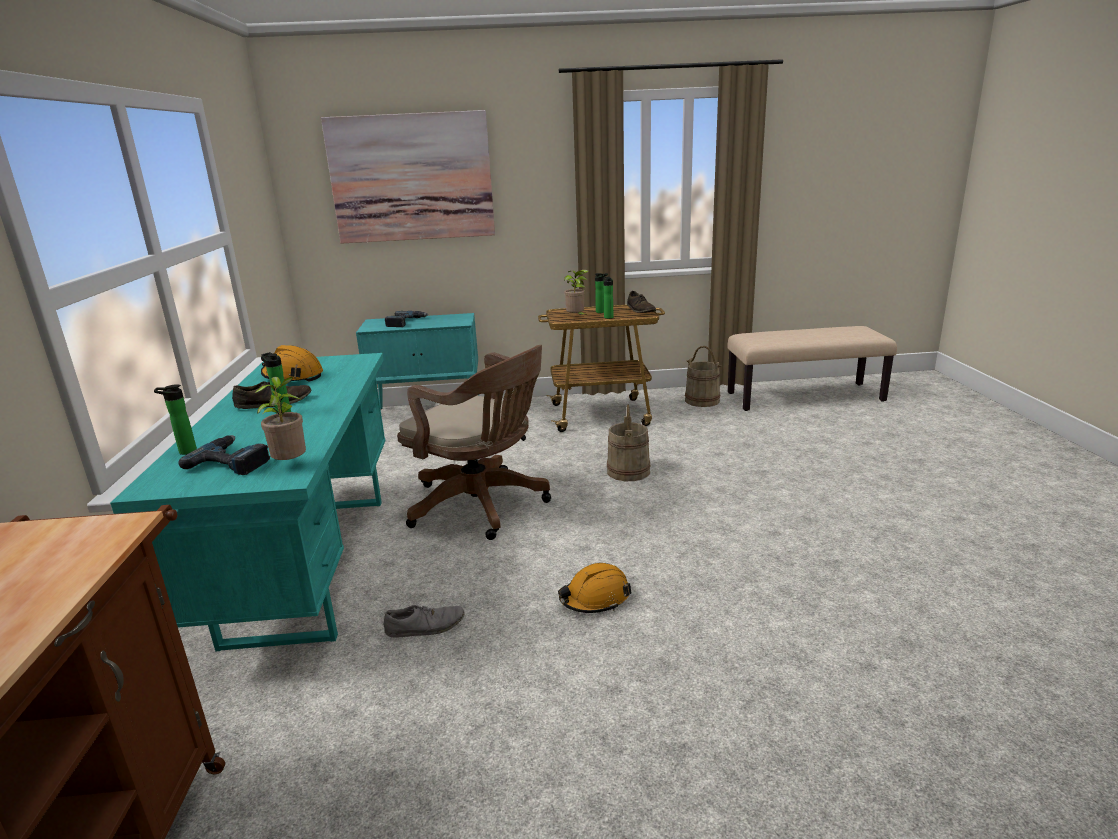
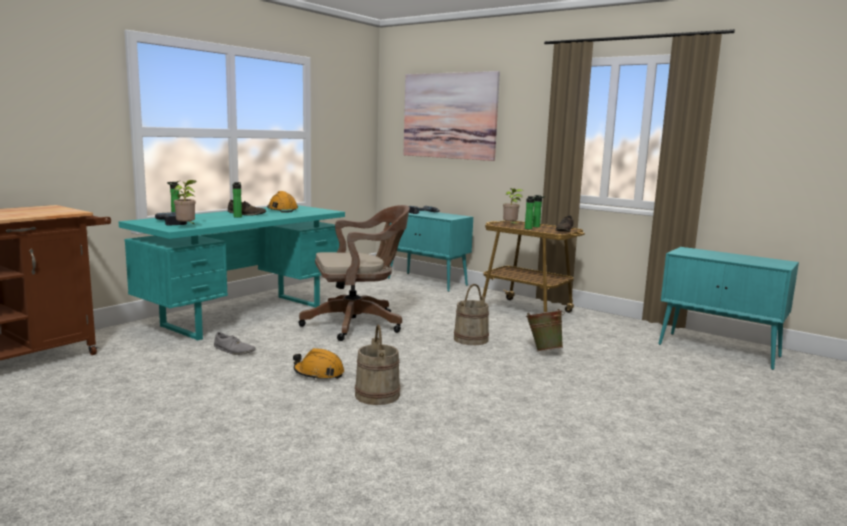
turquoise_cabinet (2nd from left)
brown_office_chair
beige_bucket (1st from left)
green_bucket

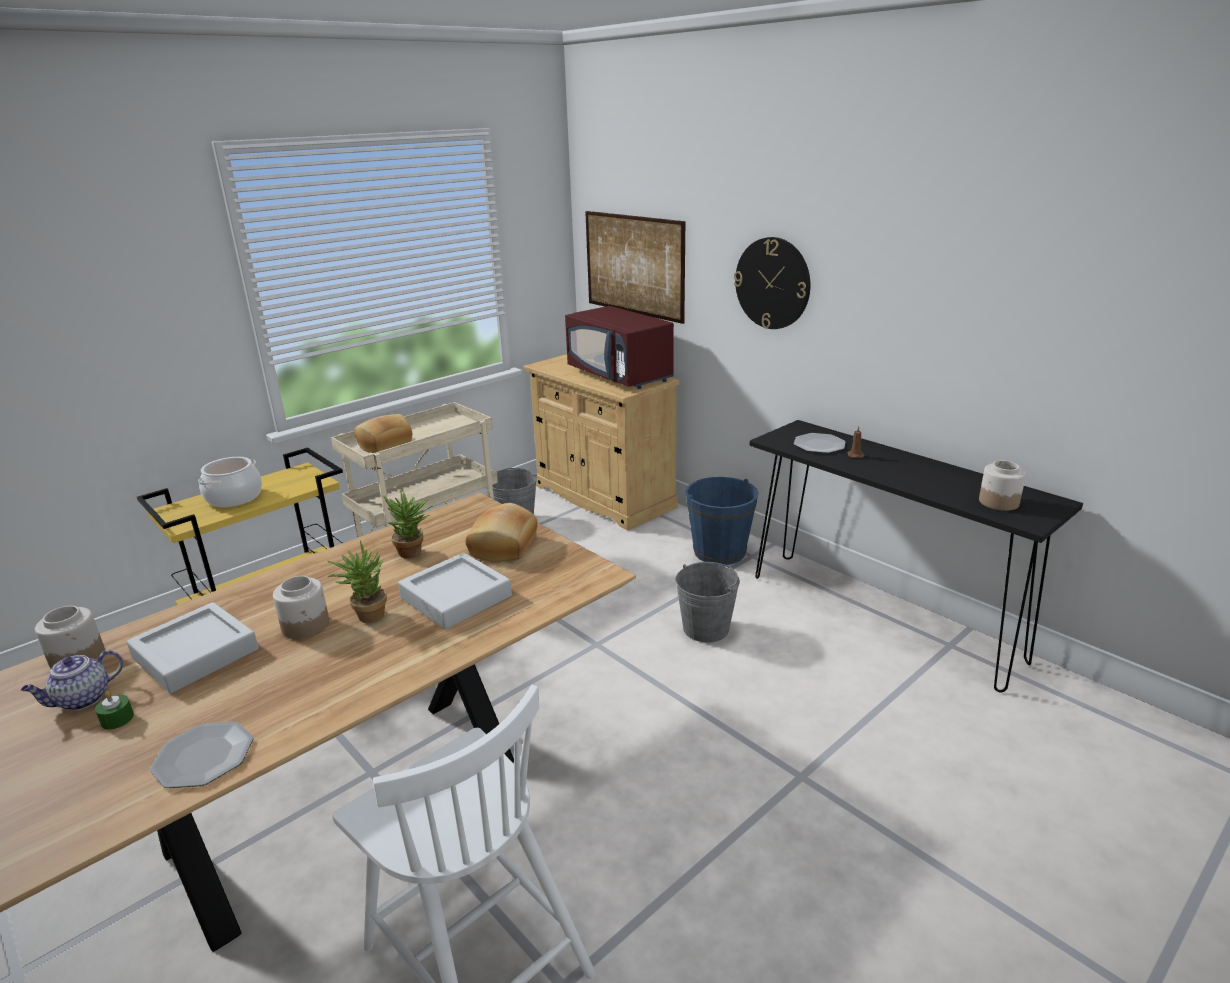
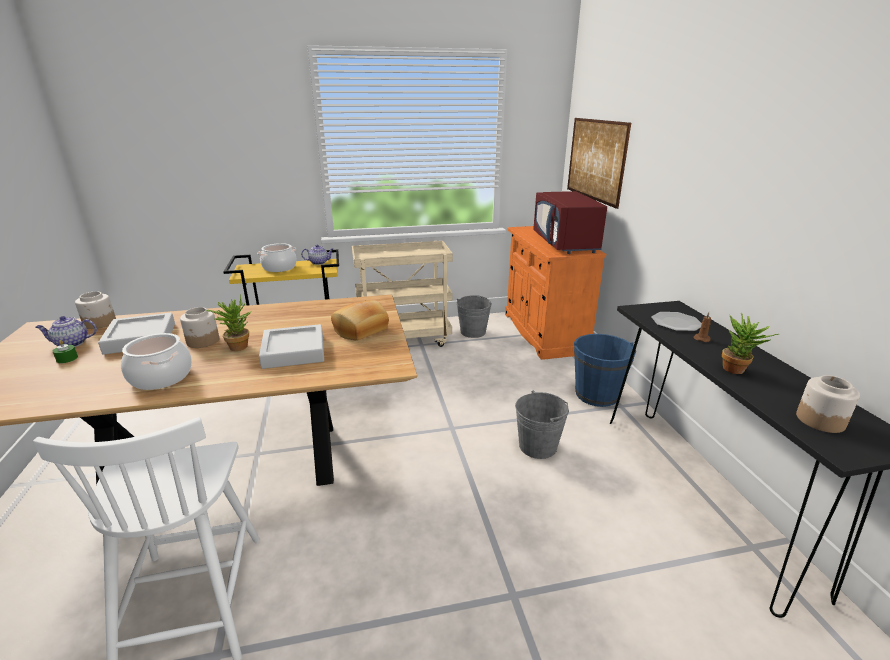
wall_clock
orange_cabinet
bread (1st from left in the first image)
potted_plant (2nd from left)
plate (1st from left in the first image)
teapot (2nd from left)
cooking_pot (1st from left)

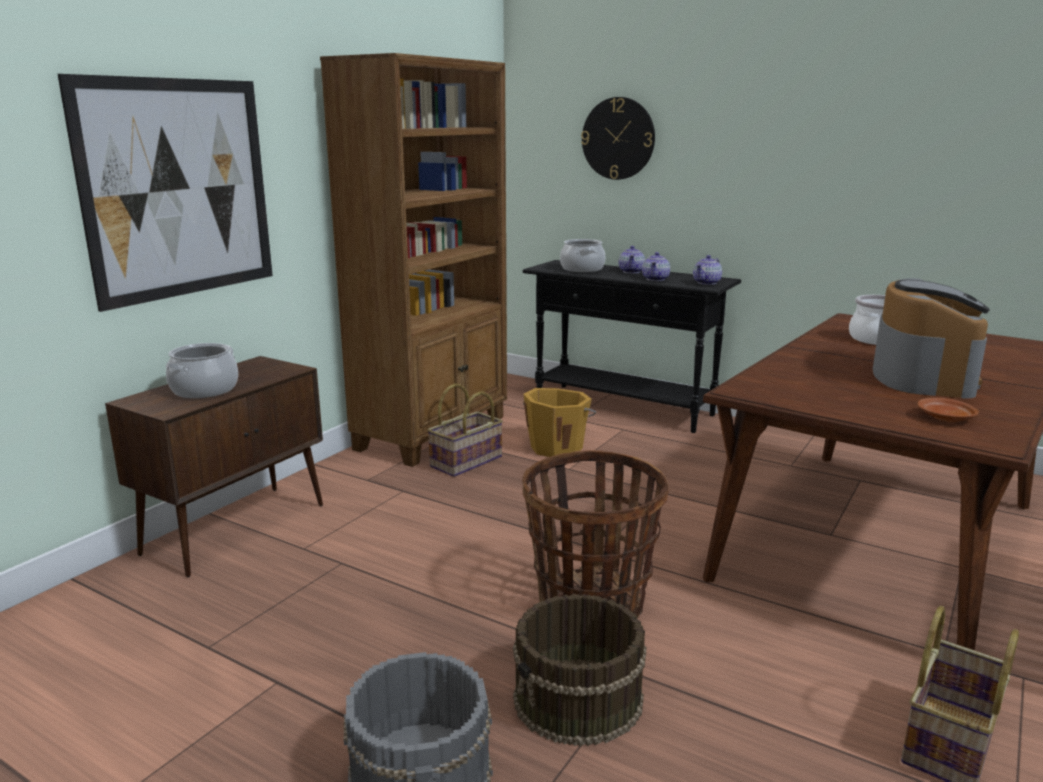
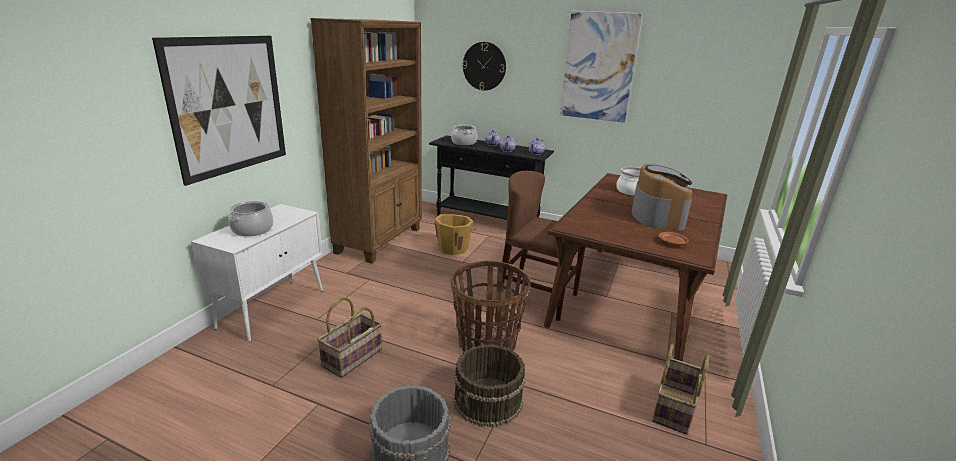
white_cabinet
basket (1st from left)
picture (2nd from left)
brown_chair

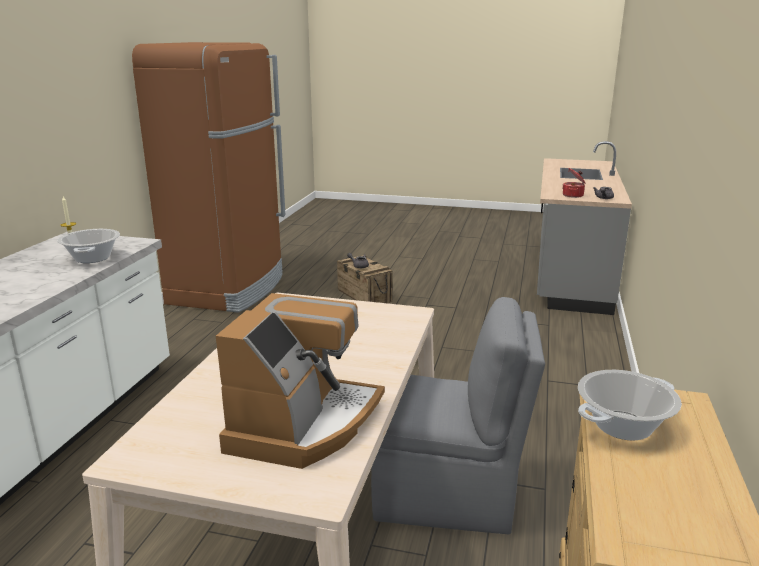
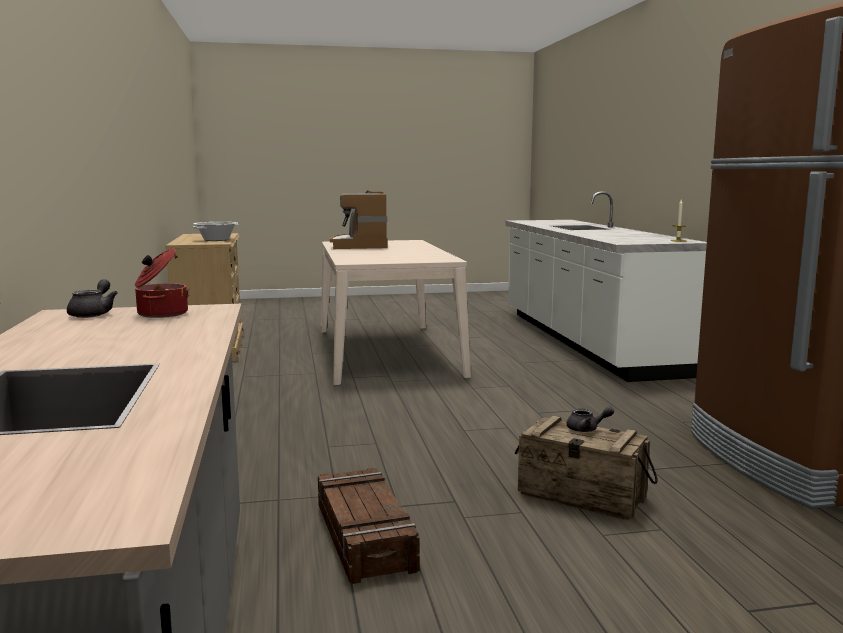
cooking_pot (1st from left in the first image)
grey_chair
crate (1st from left)

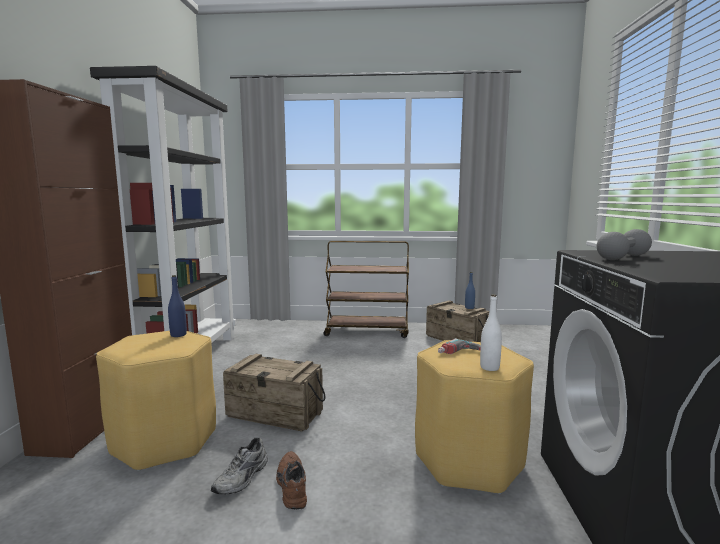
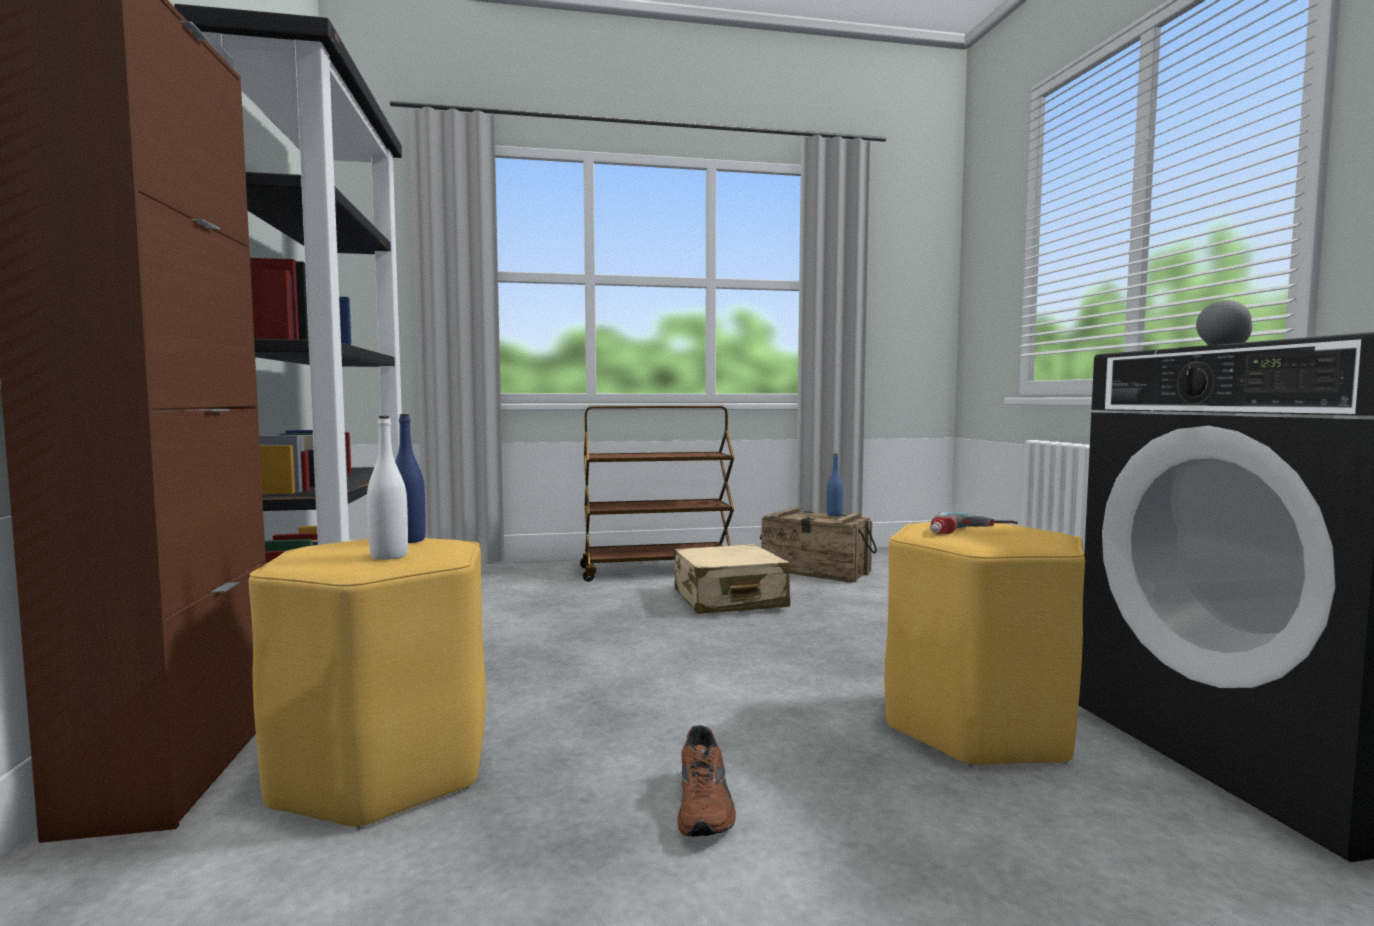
white_bottle
crate (1st from left in the first image)
grey_shoe
brown_shoe
beige_suitcase

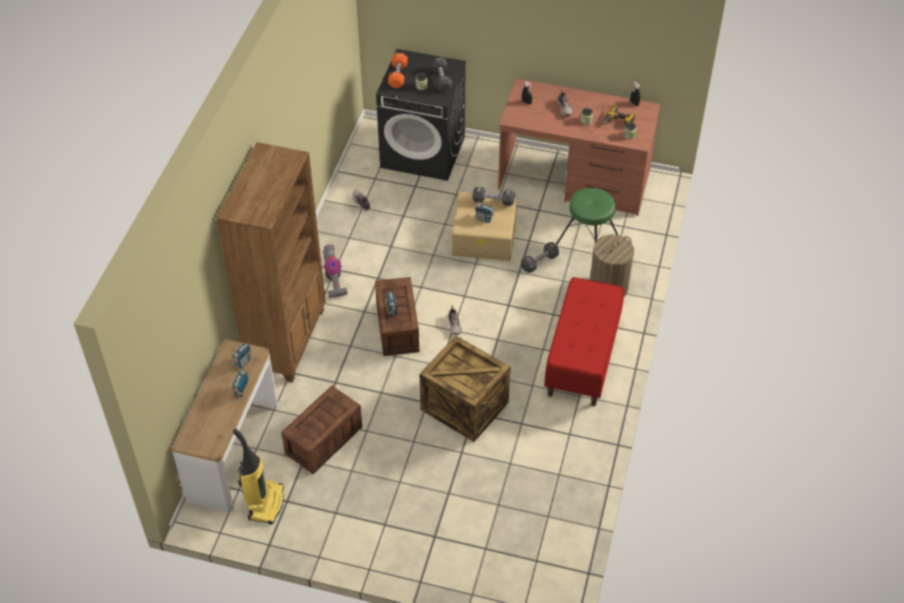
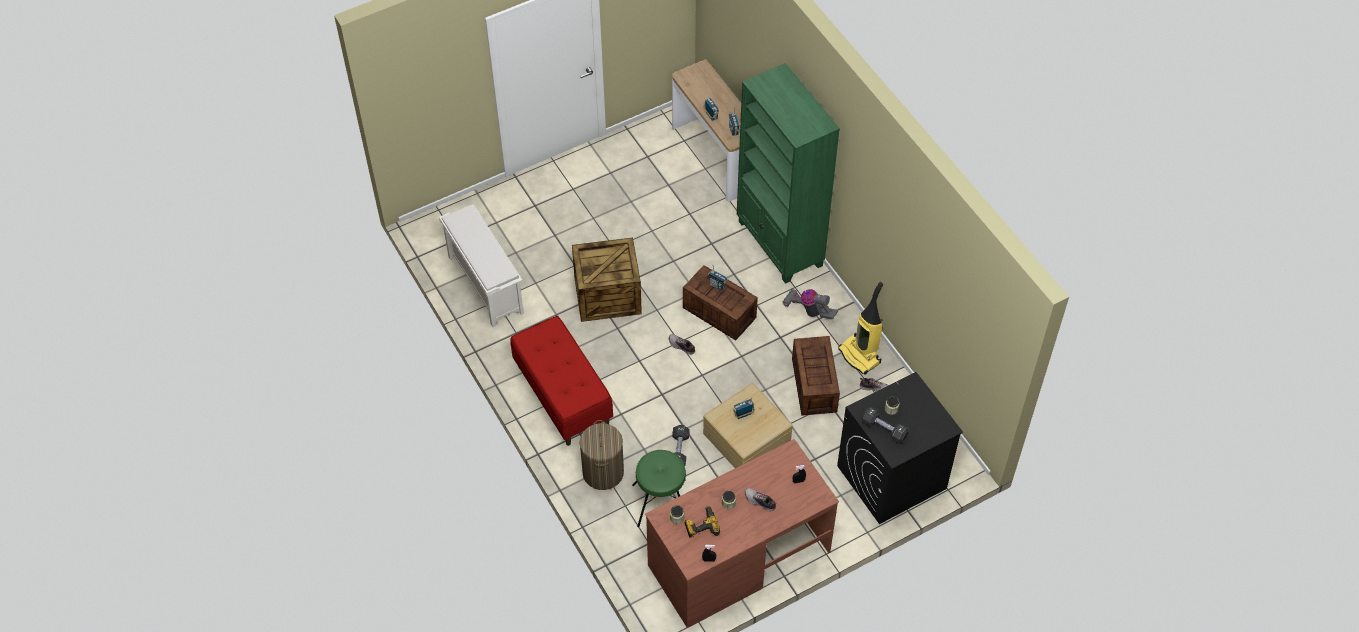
orange_dumbbell
green_bookcase
black_dumbbell (2nd from left in the first image)
crate (3rd from left)
vacuum_cleaner (2nd from left)
white_shoe_rack

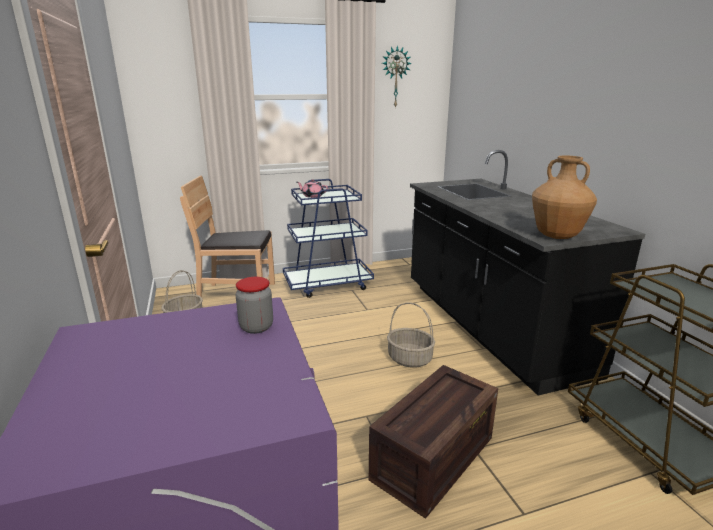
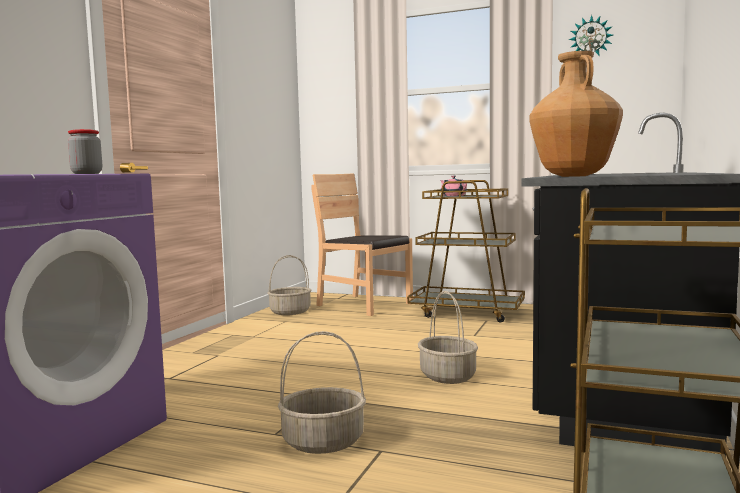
brown_cart (1st from left)
basket (2nd from left)

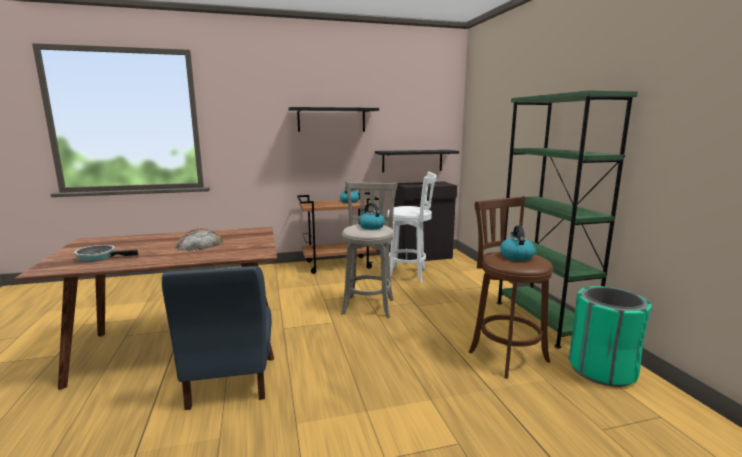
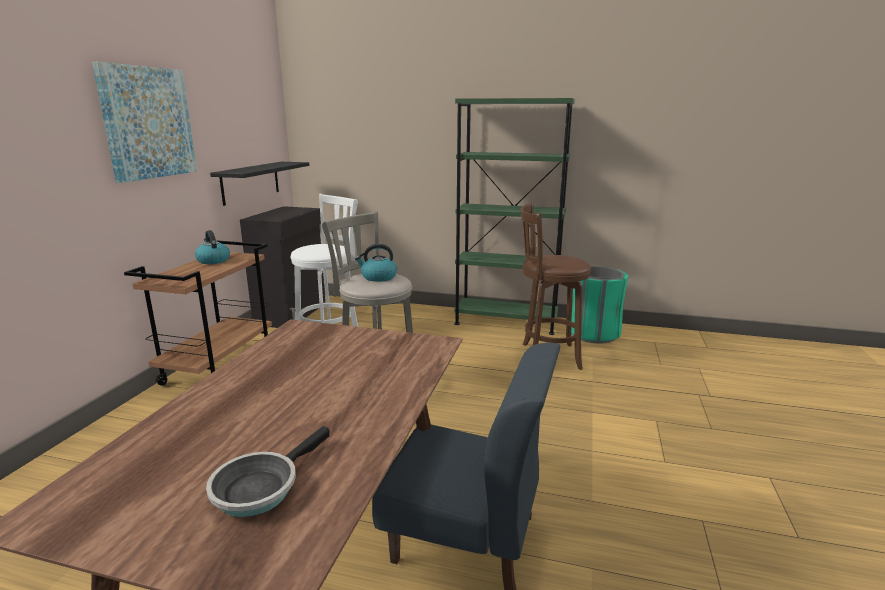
picture
kettle (3rd from left in the first image)
bread

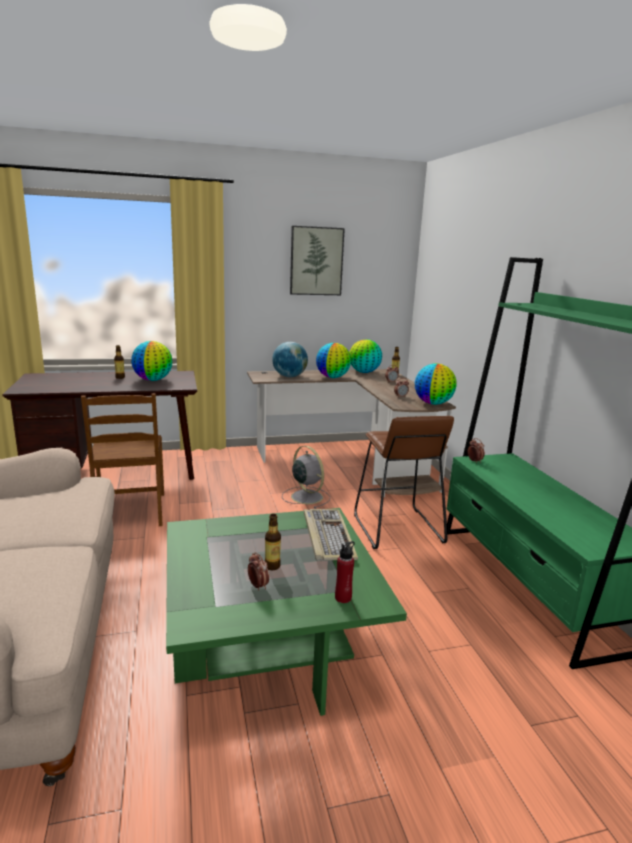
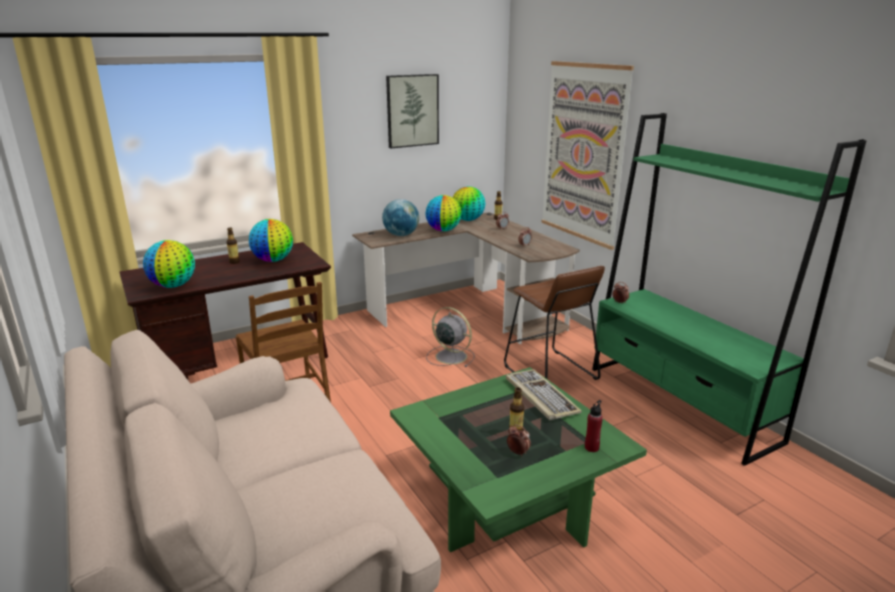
globe (1st from left)
picture (2nd from left)

